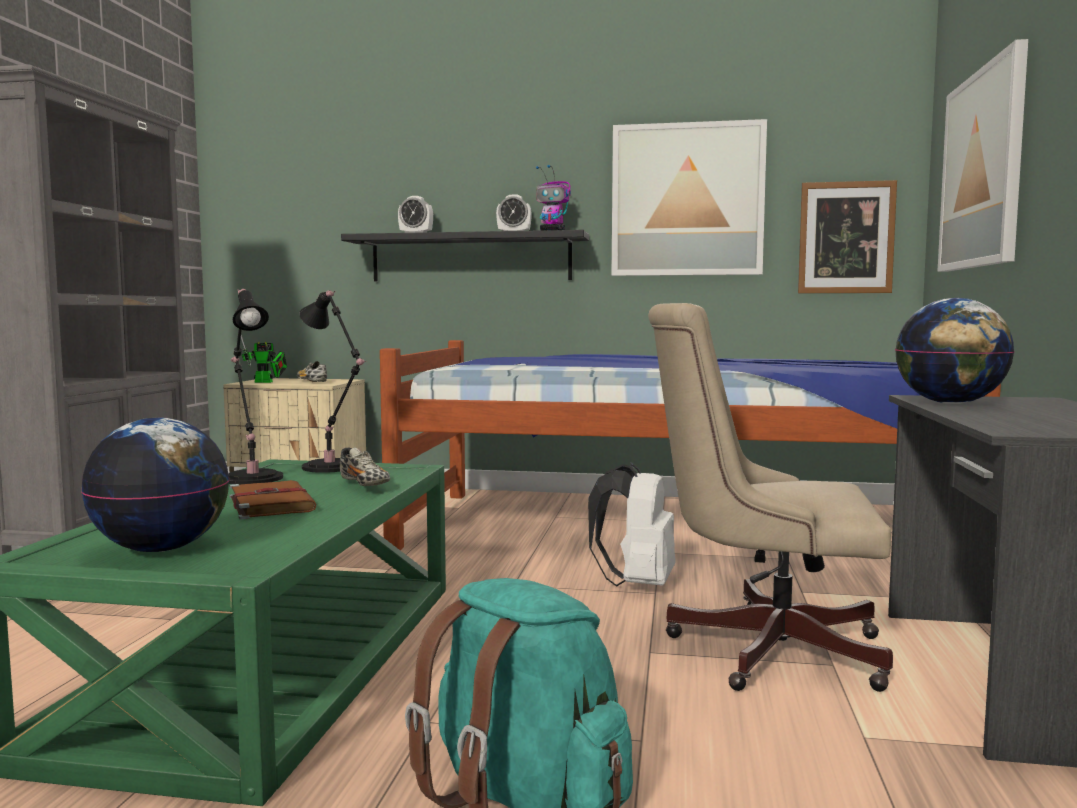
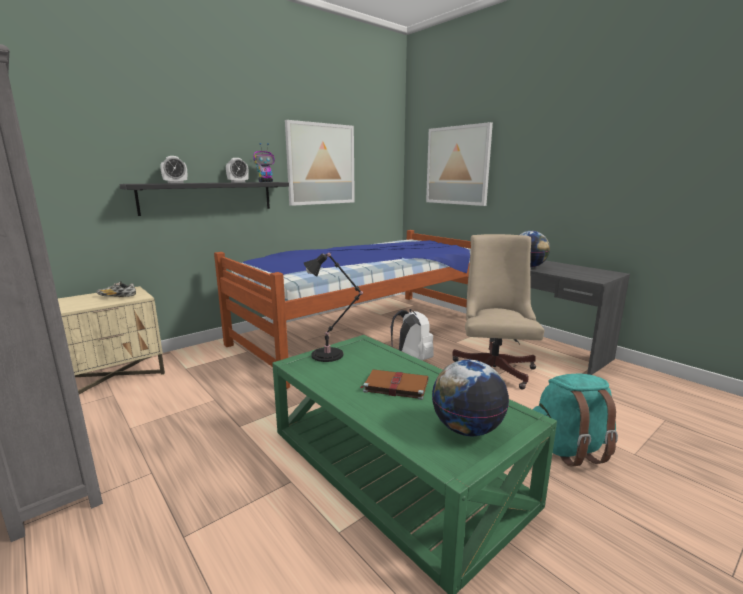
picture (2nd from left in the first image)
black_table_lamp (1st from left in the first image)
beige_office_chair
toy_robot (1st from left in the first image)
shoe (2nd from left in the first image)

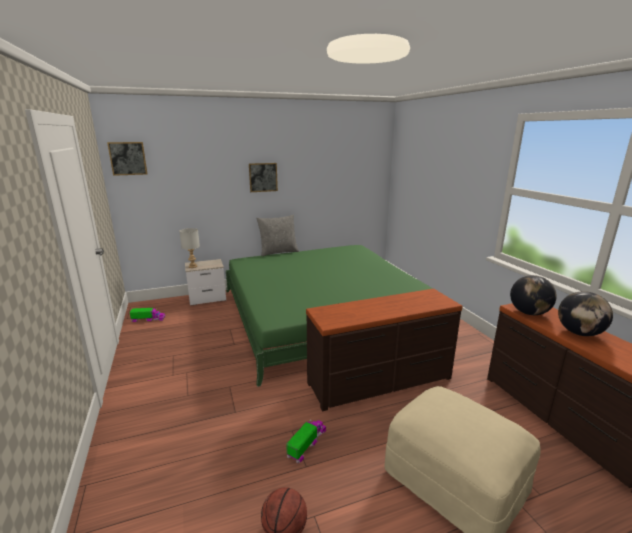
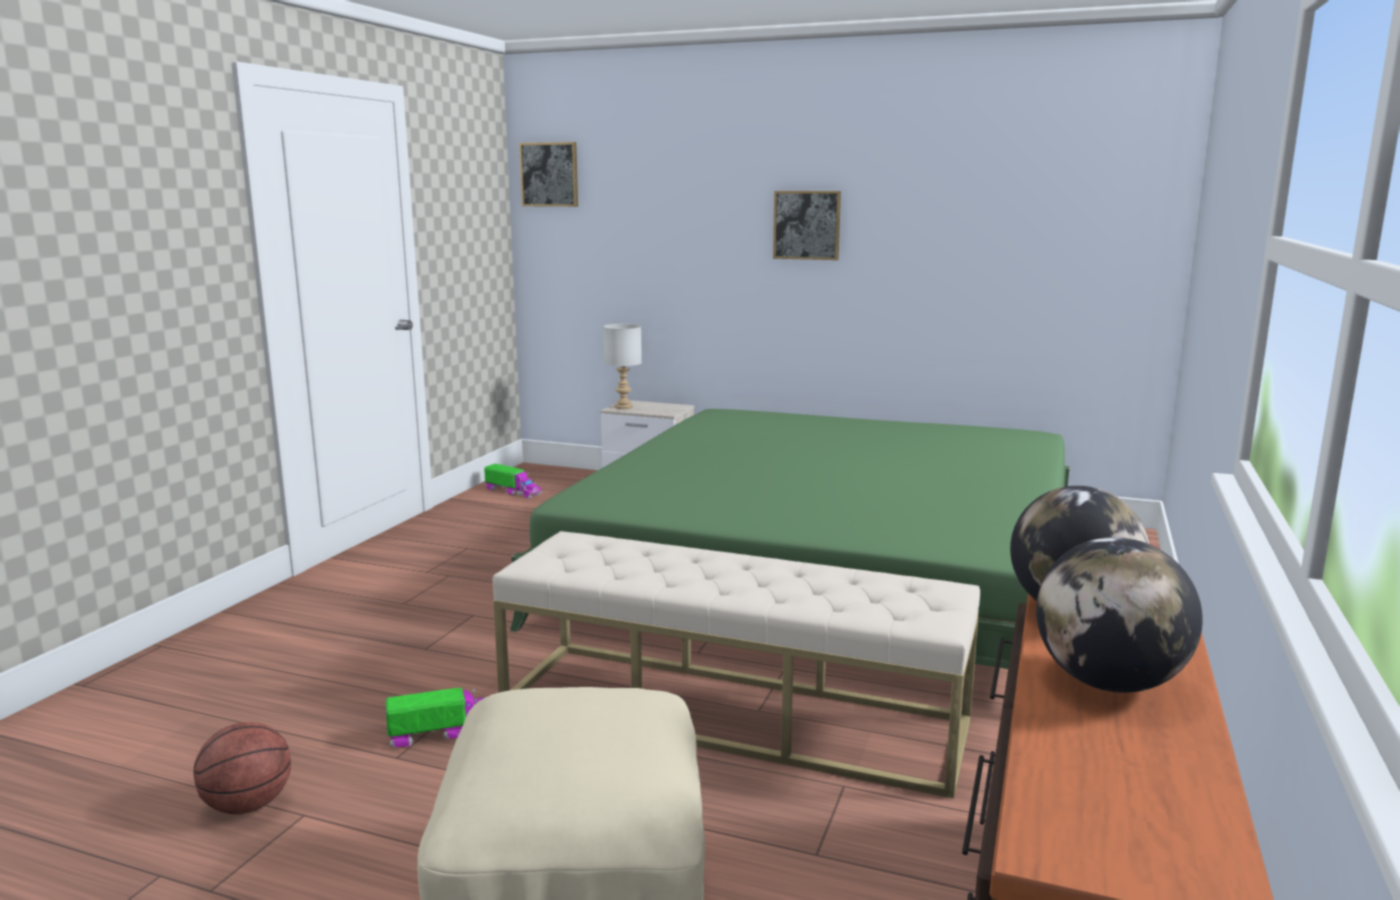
grey_pillow
beige_bench

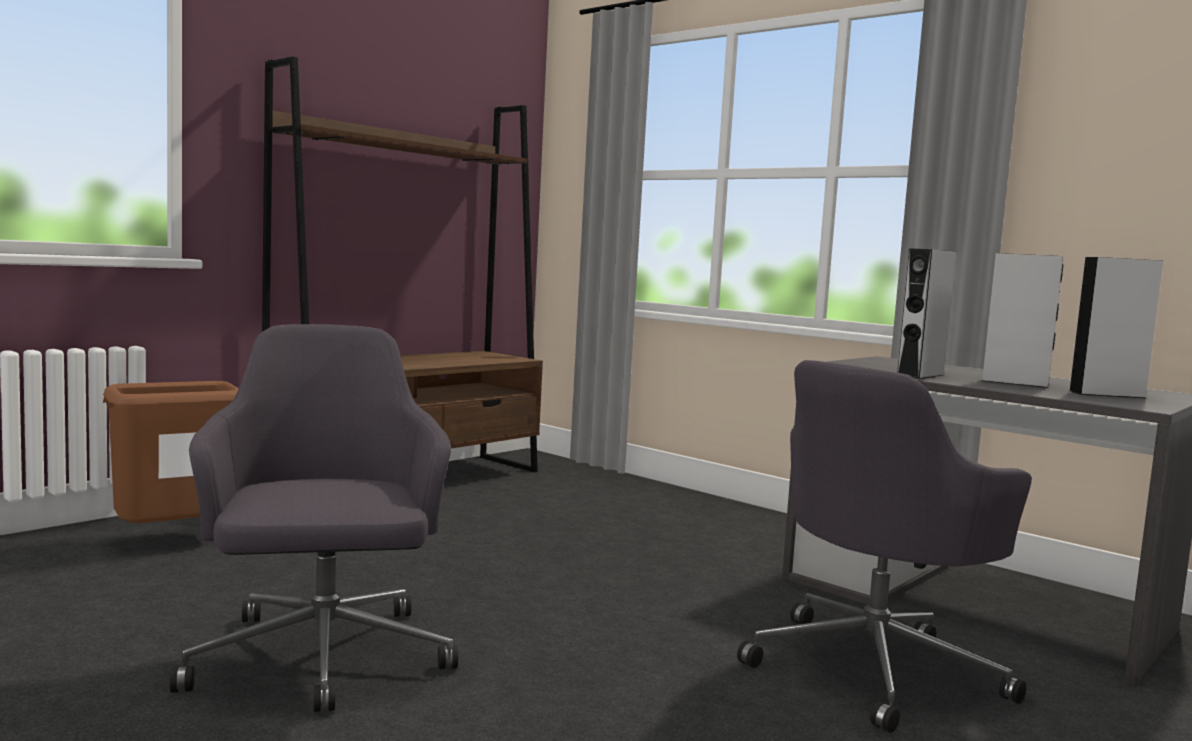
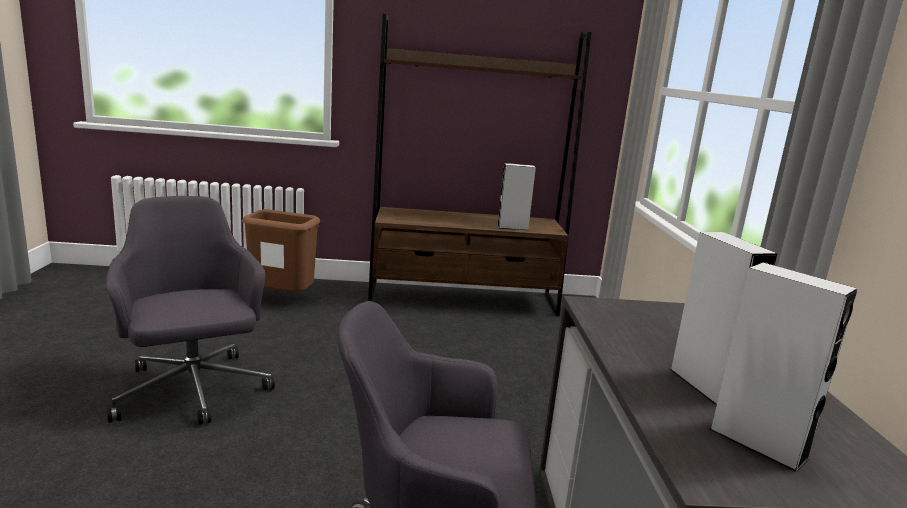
grey_speaker (1st from left)
grey_office_chair (1st from left)

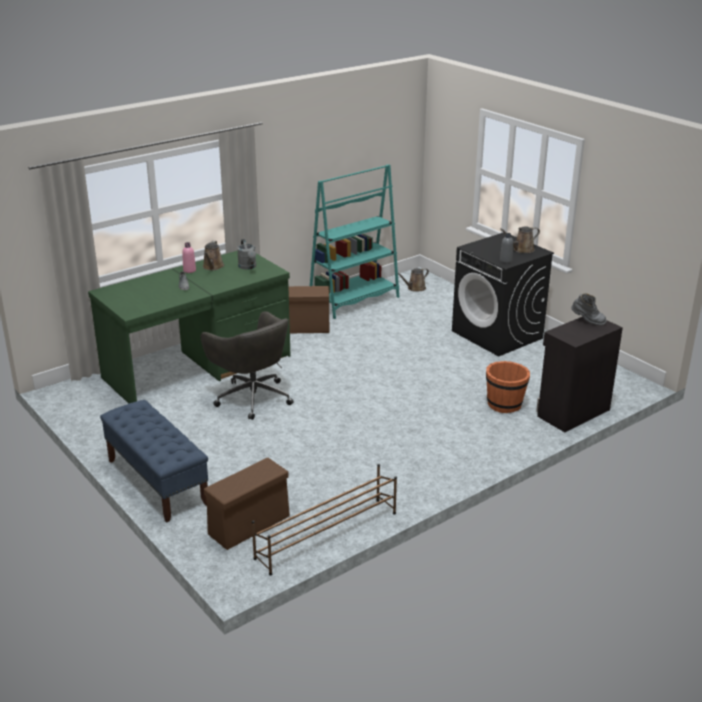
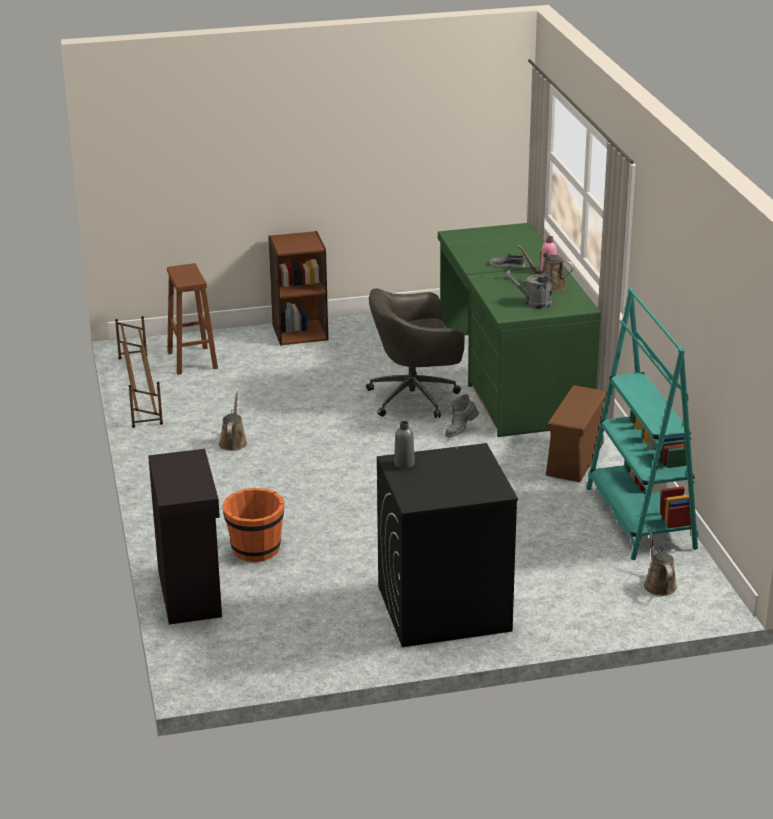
brown_watering_can (1st from left)
grey_boot
brown_bookcase
brown_stool

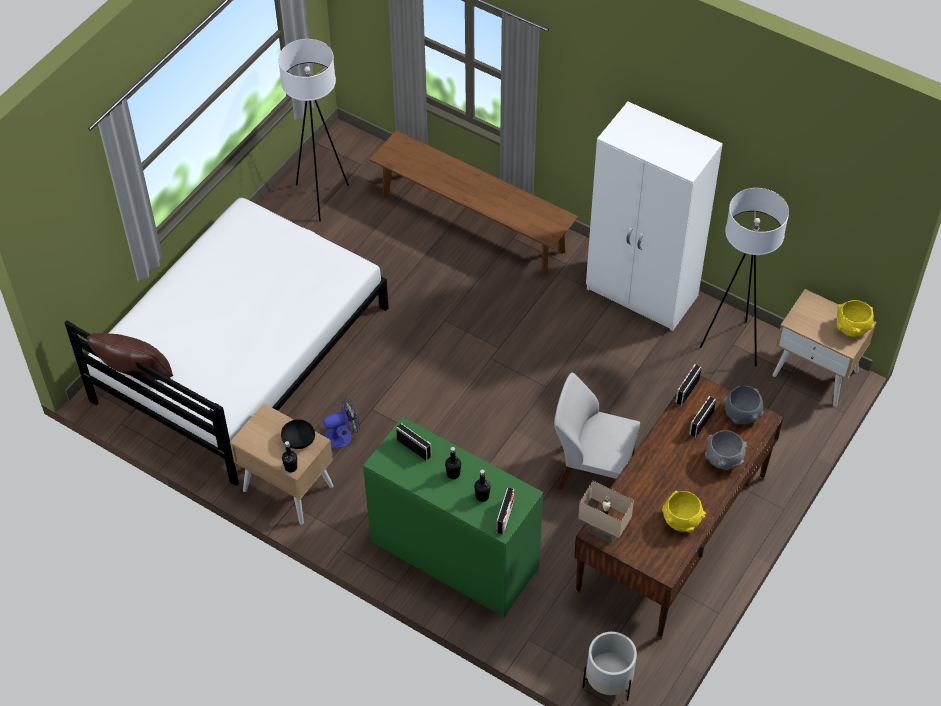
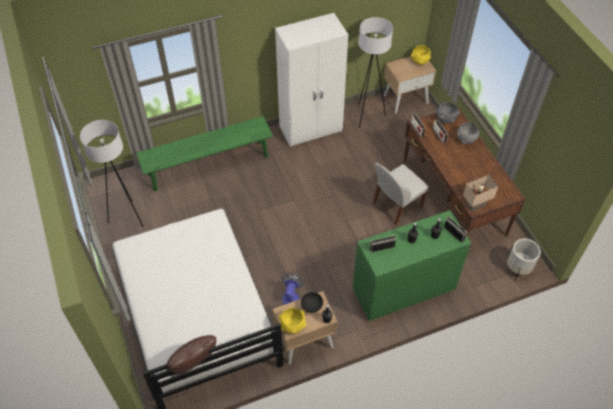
green_bench
yellow_bowl (1st from left)

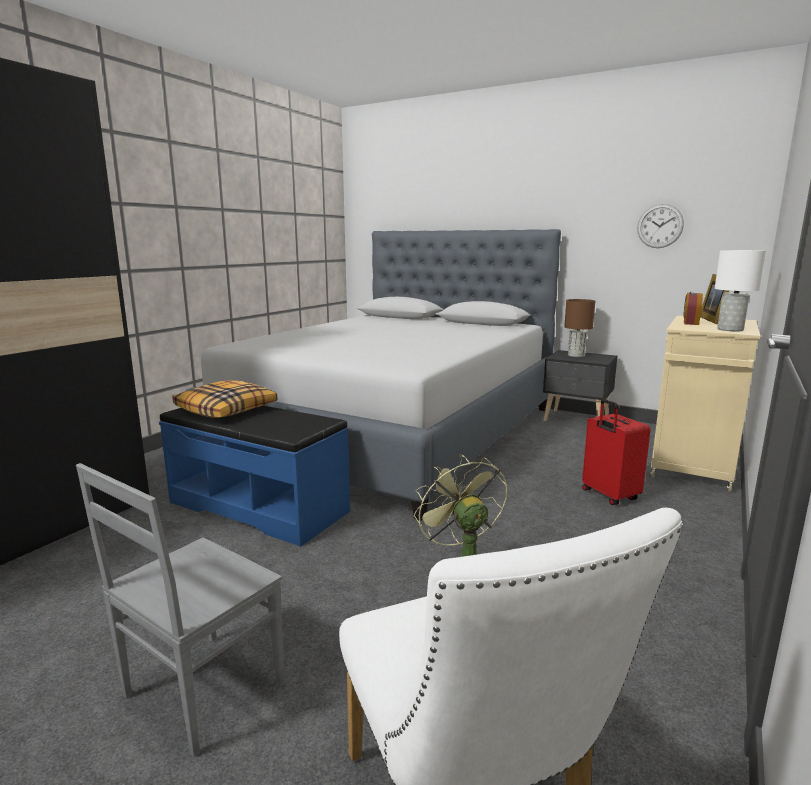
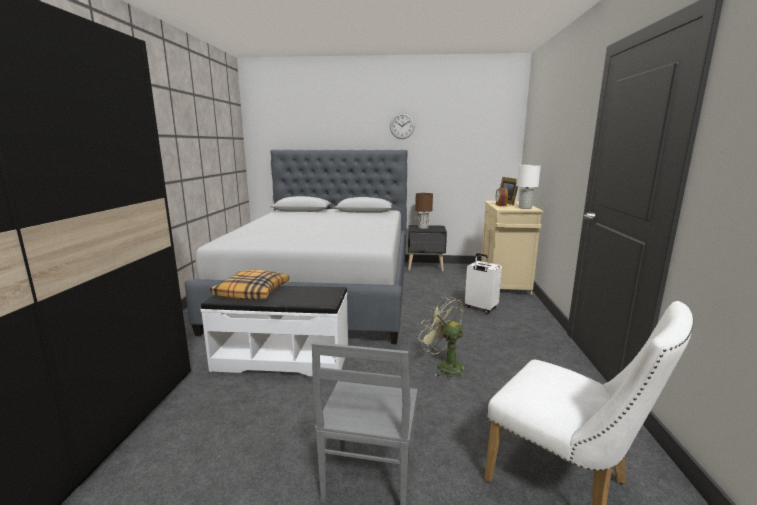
wall_clock
white_suitcase
white_bench

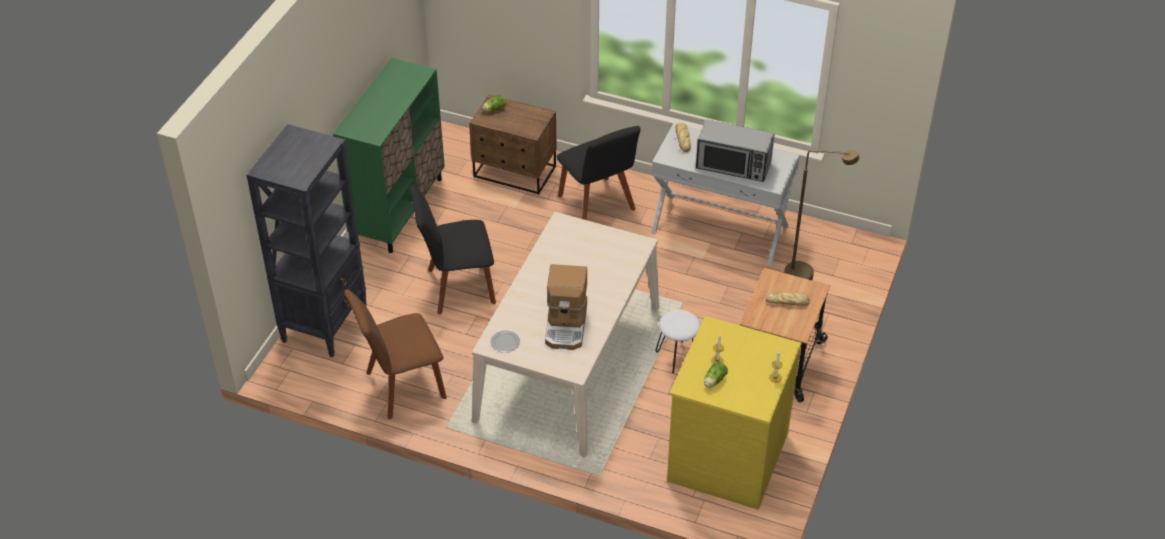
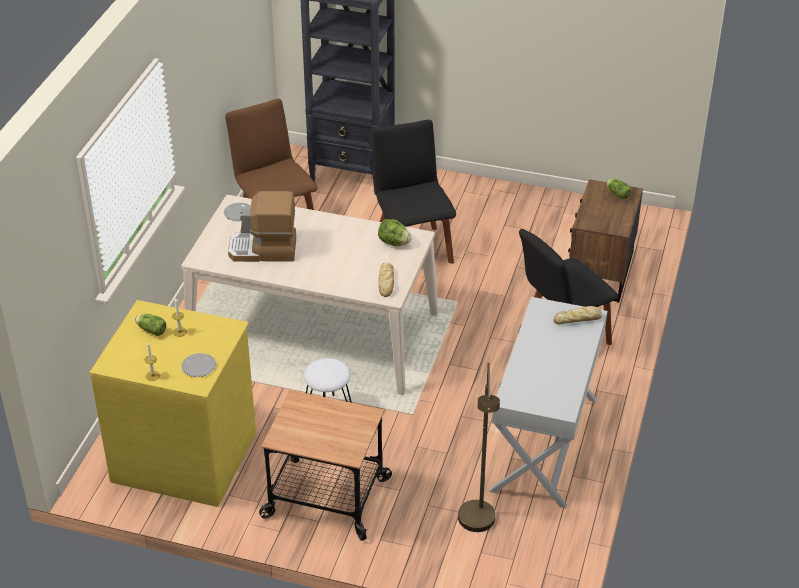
green_cabinet
microwave
bread (1st from left)
lettuce (2nd from left)
plate (1st from left)

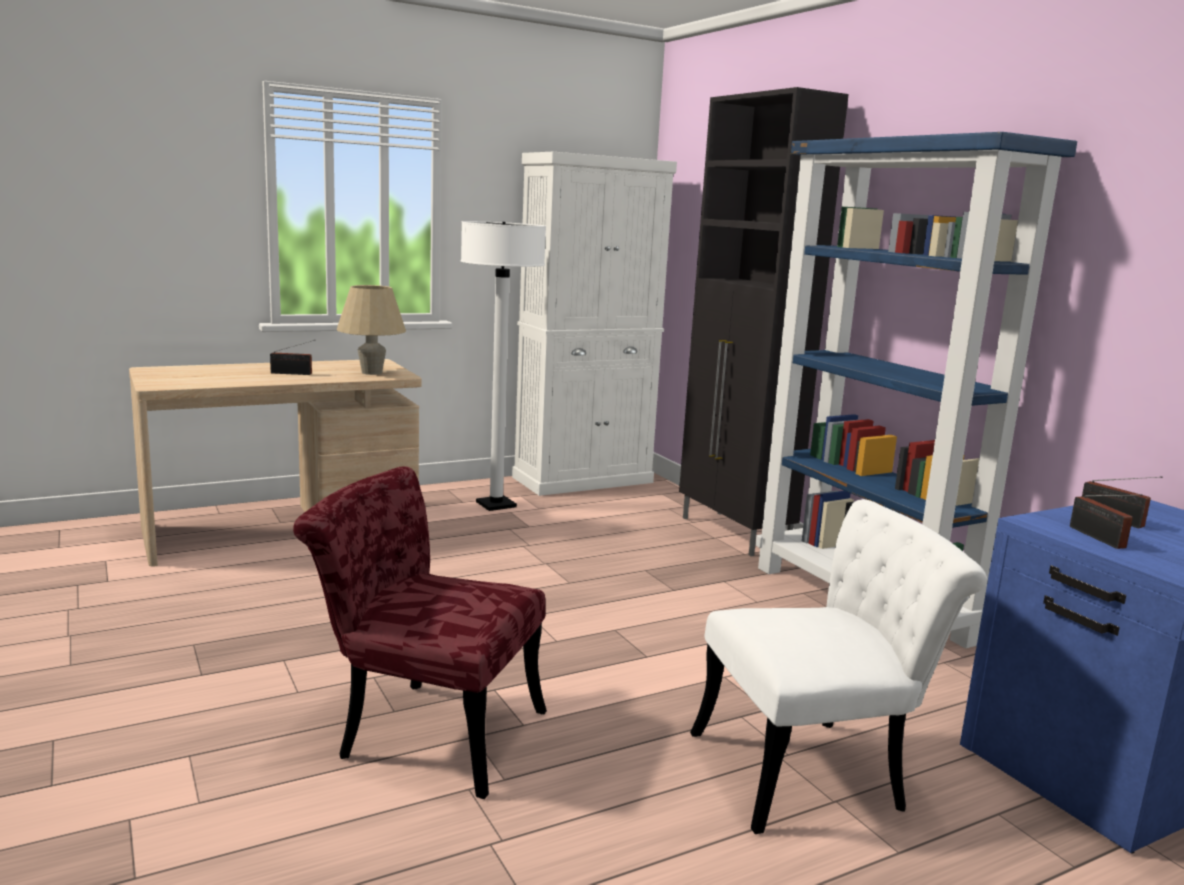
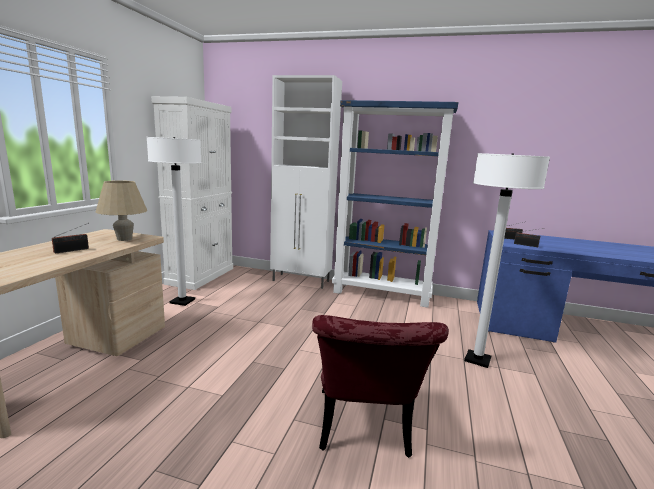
white_cabinet (2nd from left)
red_chair
white_floor_lamp (2nd from left)

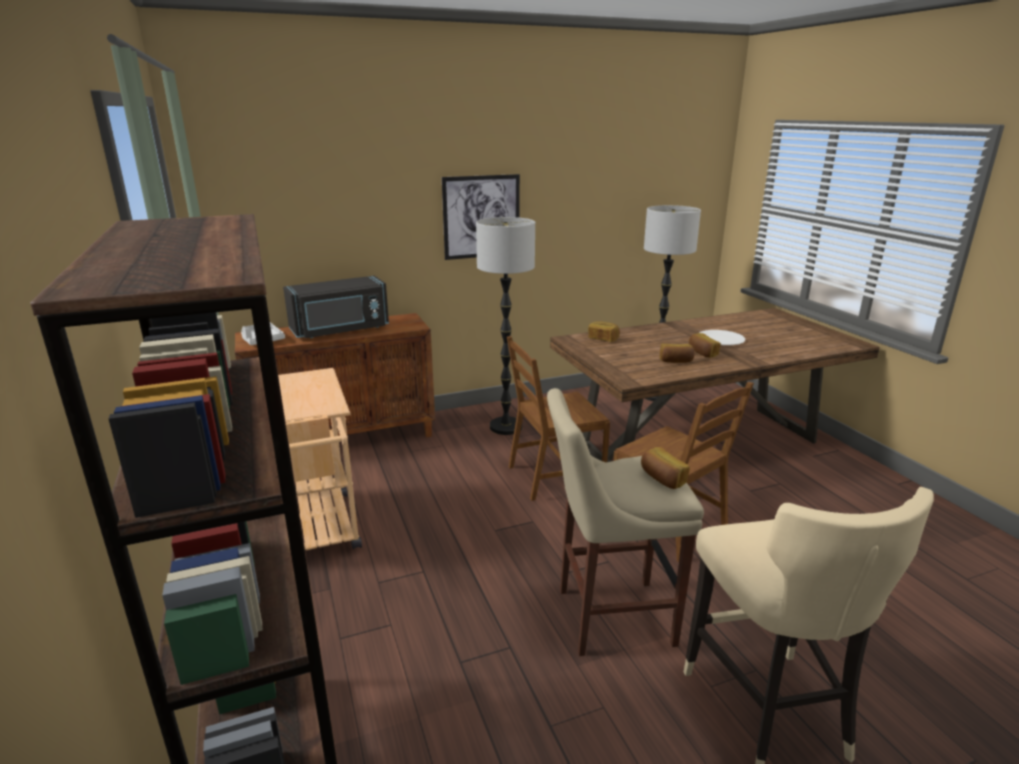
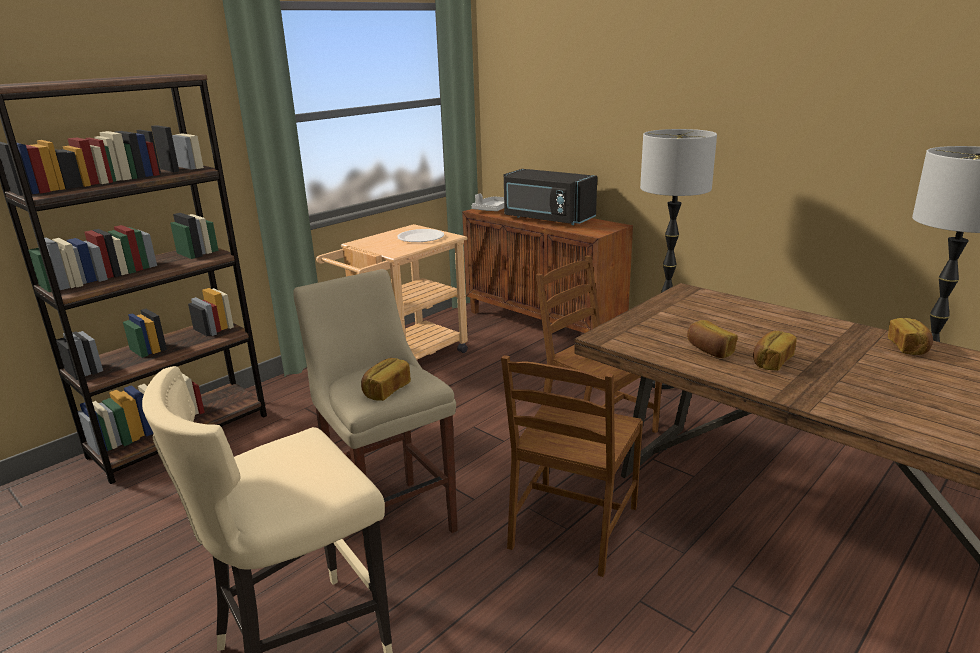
picture
bread (4th from left)
white_plate

